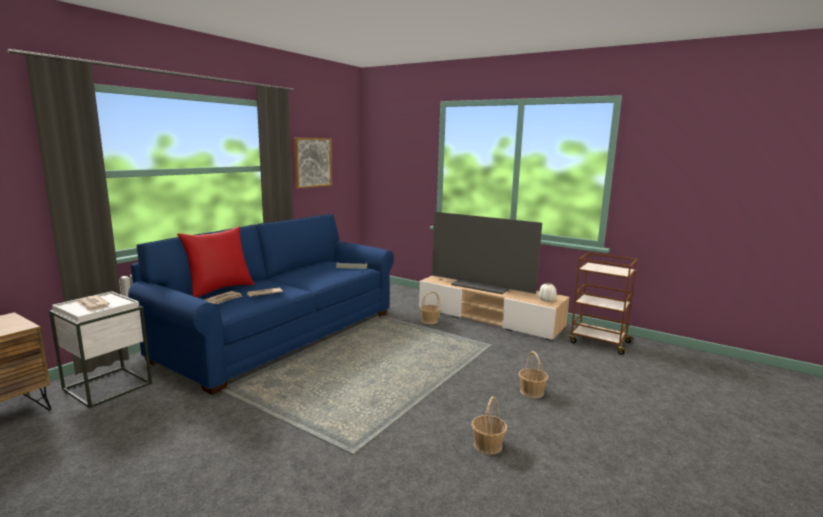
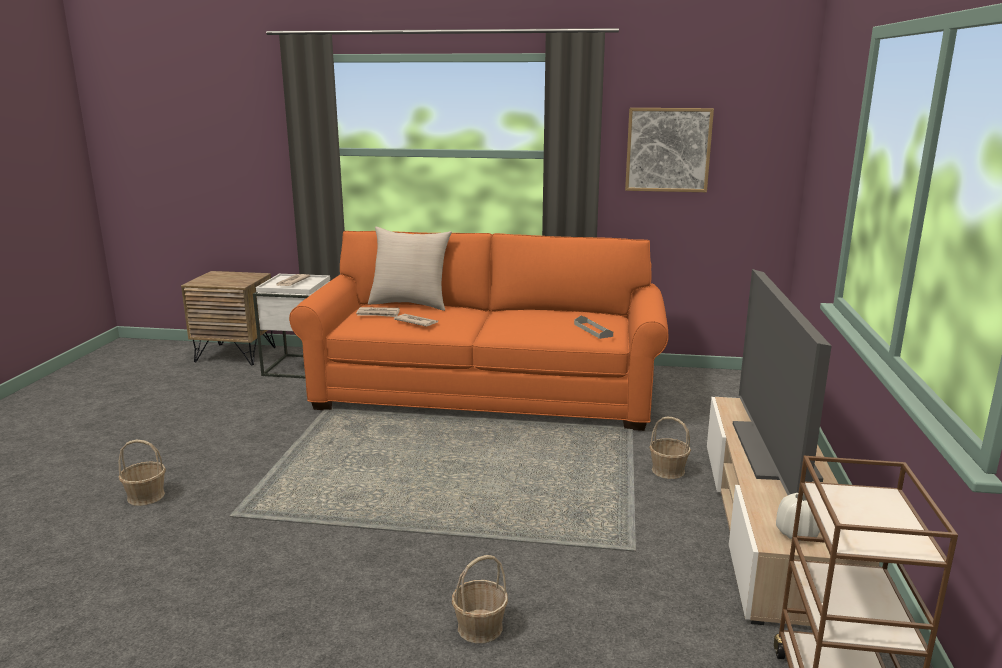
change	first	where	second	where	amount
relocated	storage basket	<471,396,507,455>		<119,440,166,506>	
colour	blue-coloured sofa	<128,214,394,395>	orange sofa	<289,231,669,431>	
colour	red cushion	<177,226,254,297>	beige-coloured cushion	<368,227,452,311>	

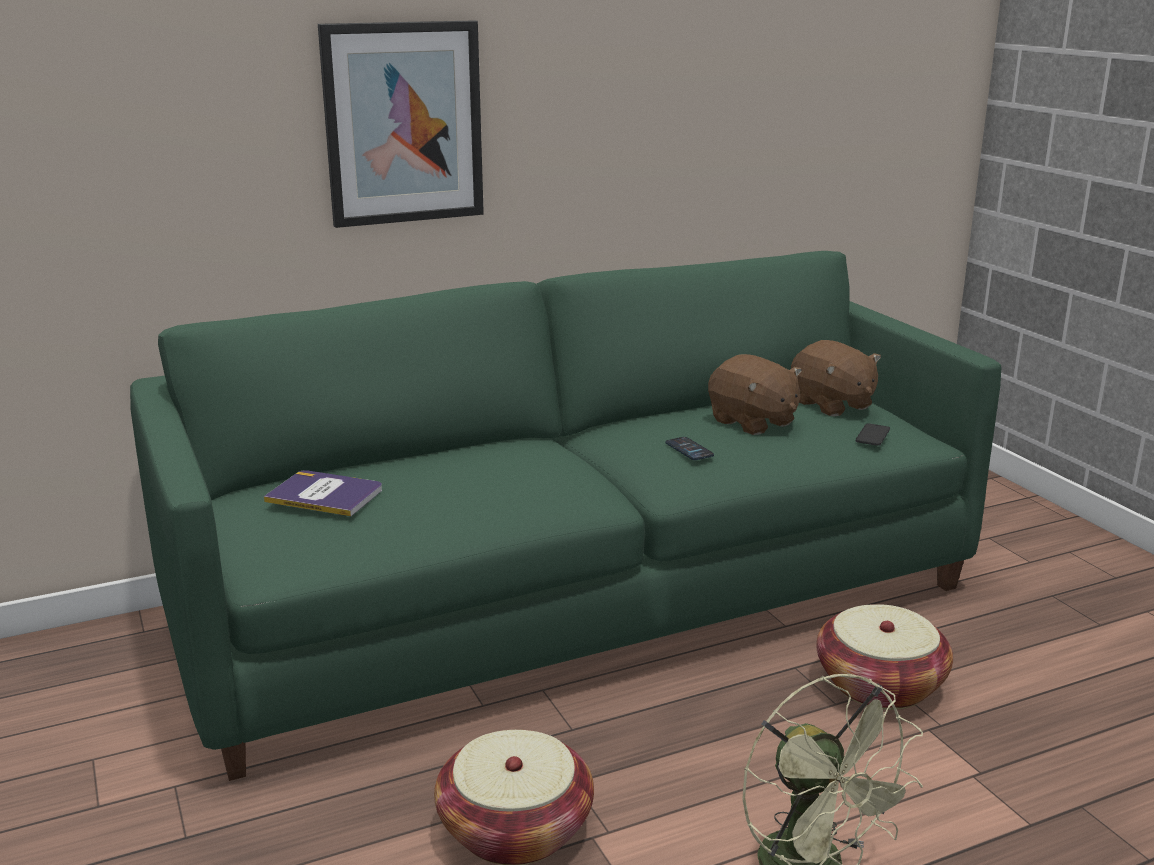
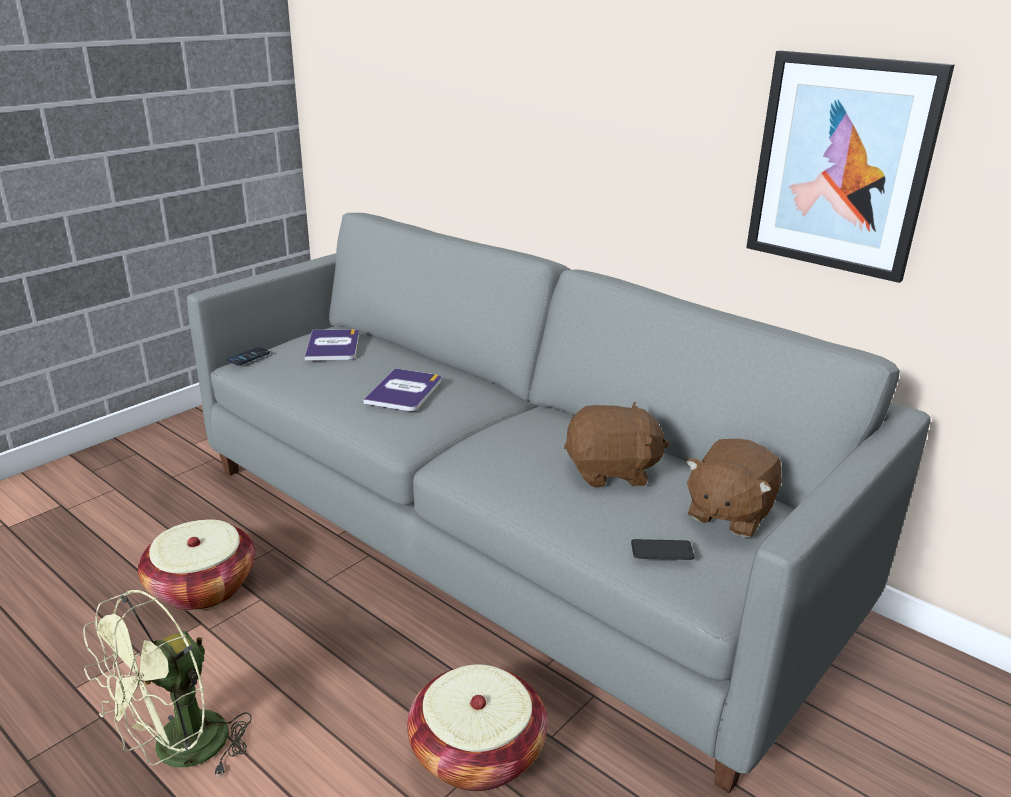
change	first	where	second	where	amount
appeared			volume	<363,368,441,411>	
relocated	wall picture	<318,20,484,228>		<746,51,955,283>	
relocated	telephone	<666,437,714,460>		<227,347,270,365>	
colour	green-coloured sofa	<130,251,1001,781>	grey sofa	<187,213,931,794>	
spun	brown cuddly toy	<708,354,802,435>		<564,401,669,487>	120 degrees counterclockwise

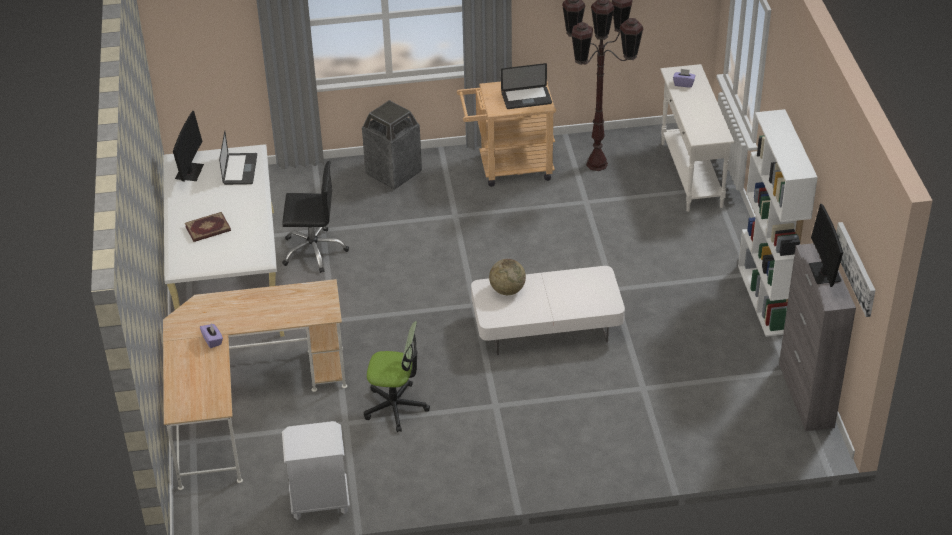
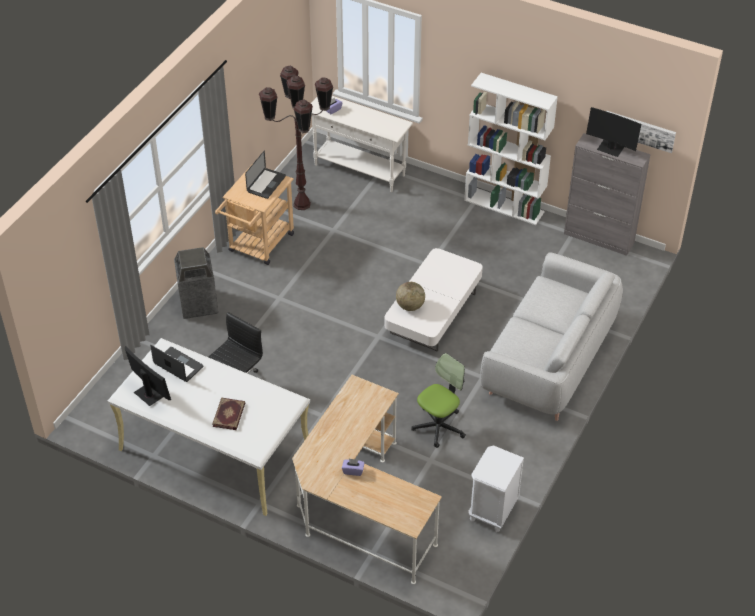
change	first	where	second	where	amount
appeared			grey sofa	<480,252,623,421>	

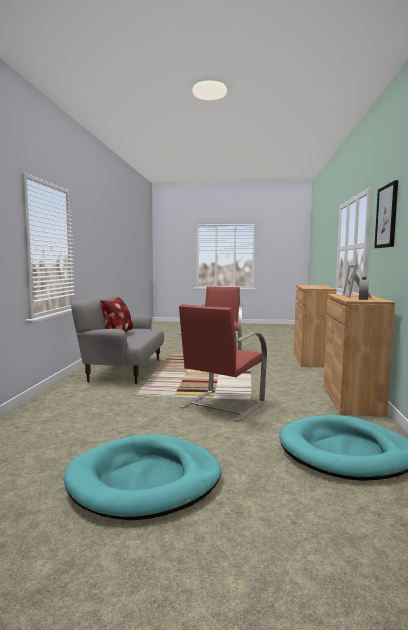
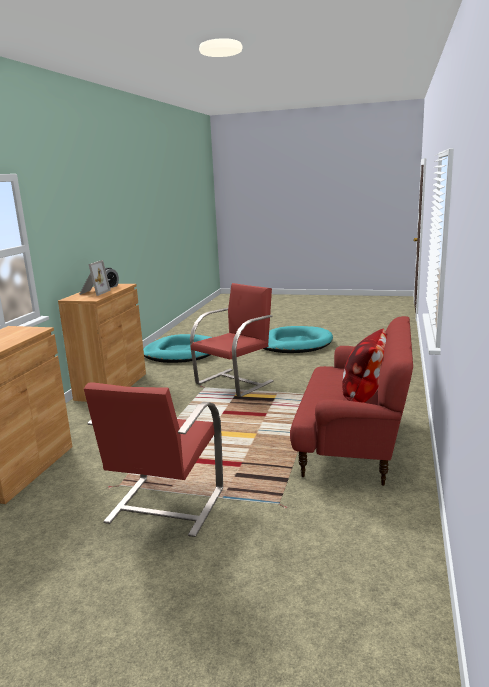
change	first	where	second	where	amount
missing	wall picture	<374,180,398,248>			
colour	grey sofa	<71,294,164,384>	red sofa	<290,316,413,486>	

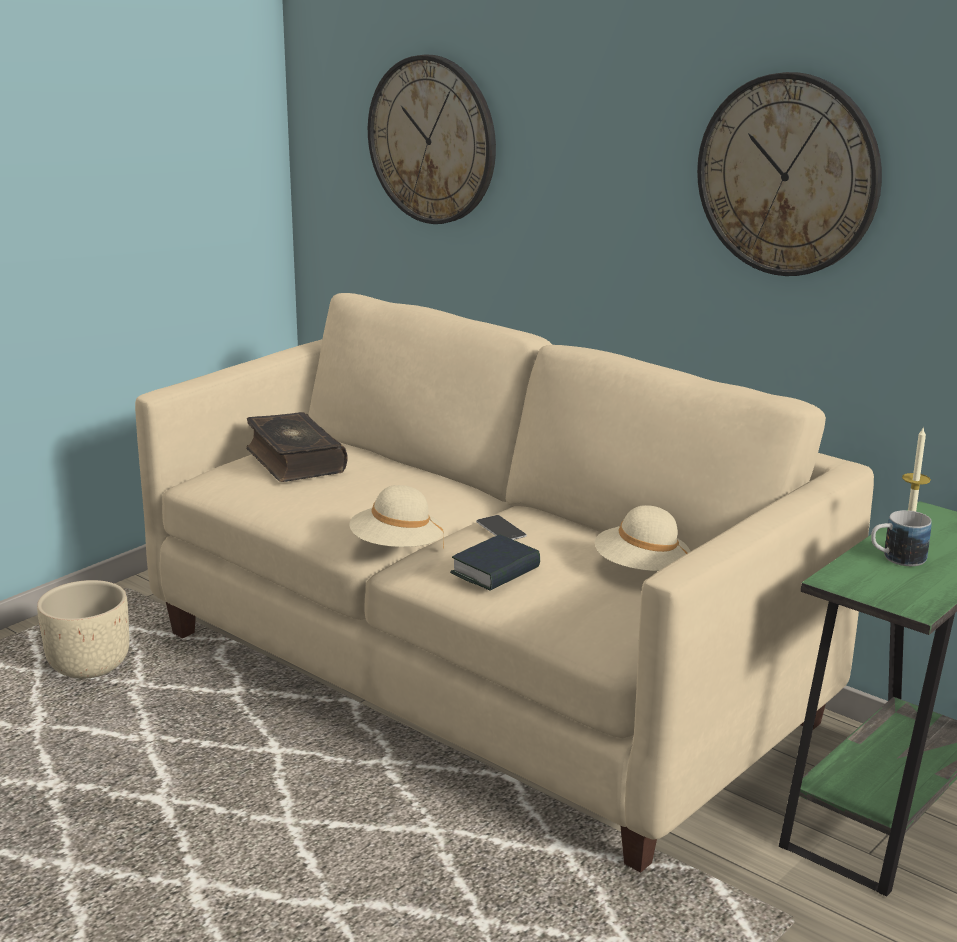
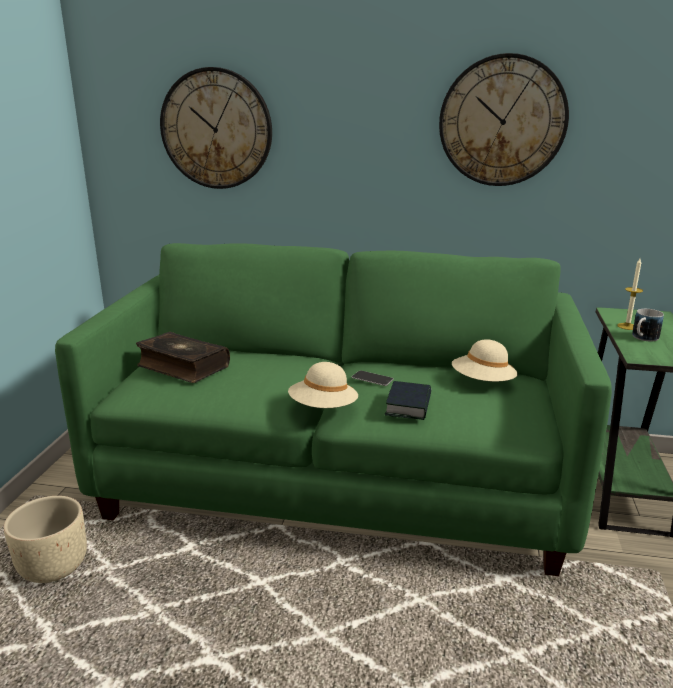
change	first	where	second	where	amount
colour	beige-coloured sofa	<135,293,874,872>	green-coloured sofa	<55,243,612,576>	

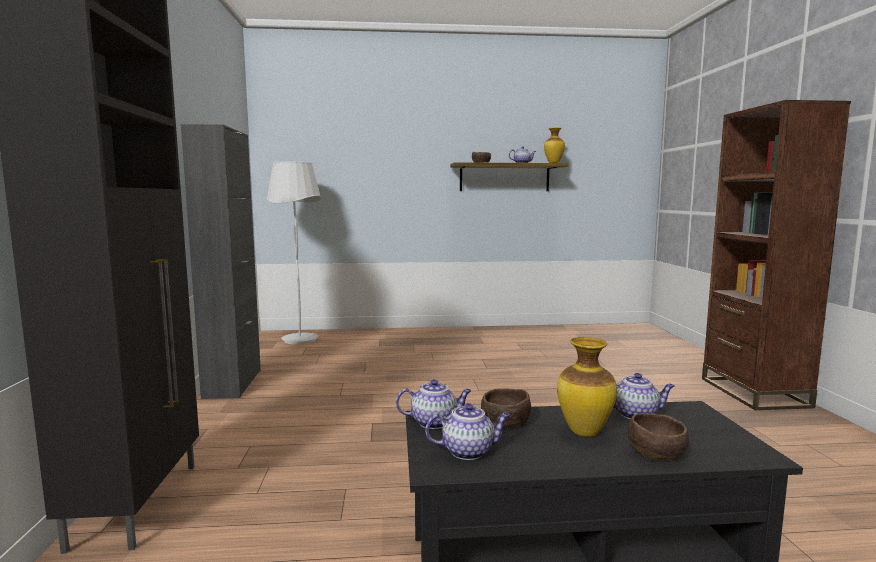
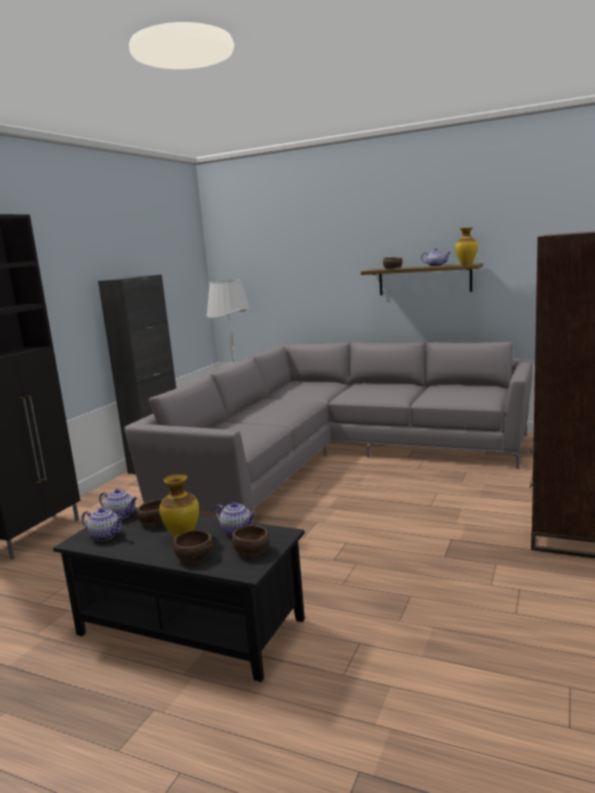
change	first	where	second	where	amount
appeared			grey sofa	<124,342,533,514>	
appeared			brown deep dish	<232,525,269,558>	

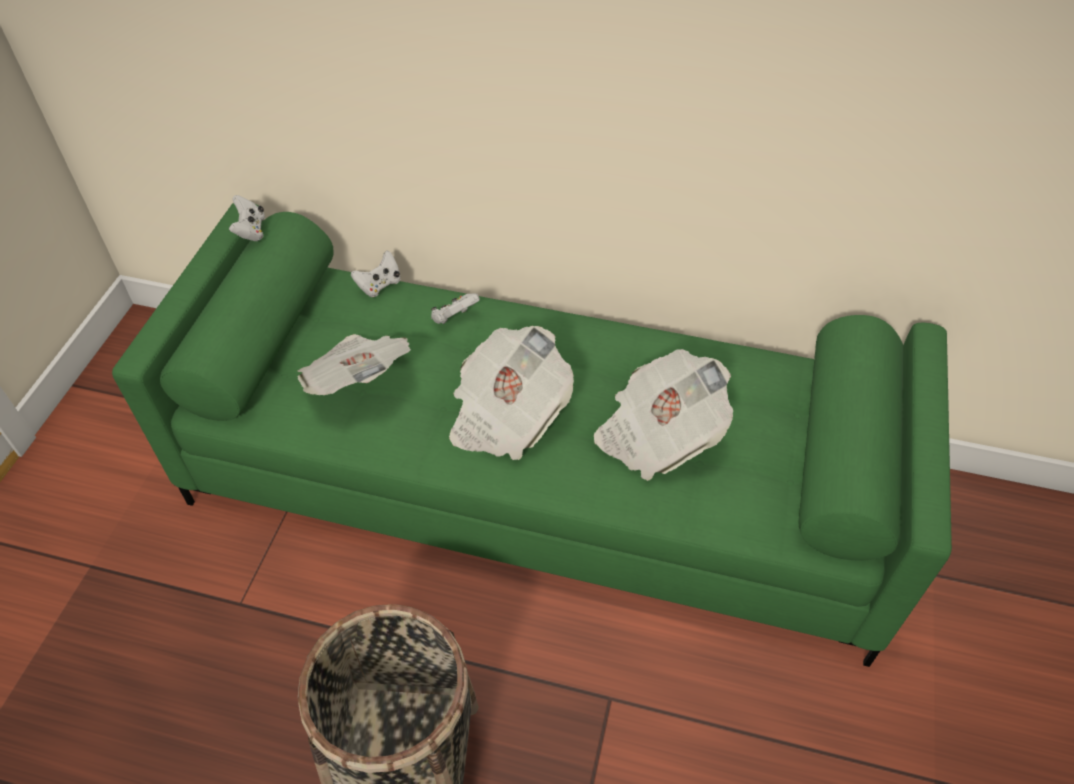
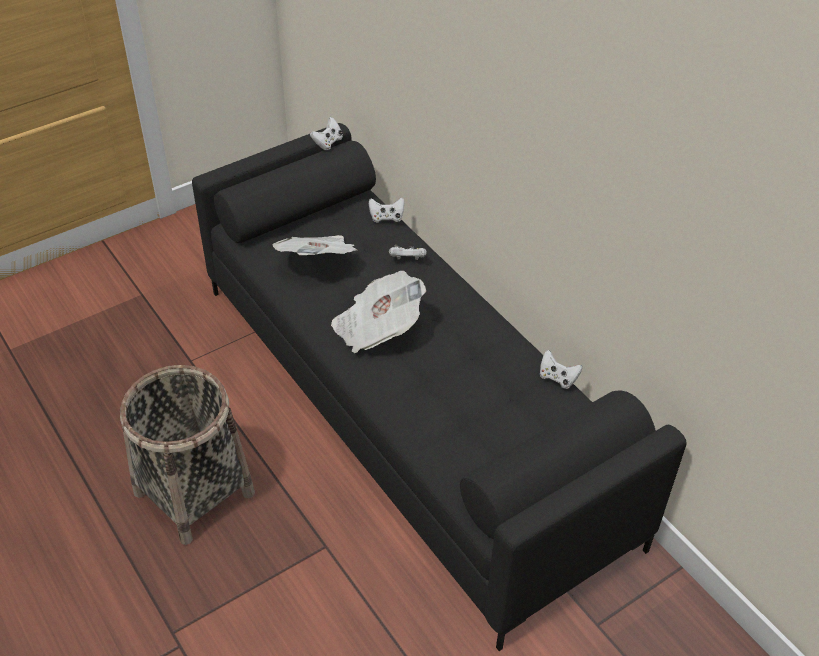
change	first	where	second	where	amount
missing	daily paper	<594,349,734,481>			
appeared			whitish gamepad	<540,350,583,389>	
colour	green-coloured sofa	<112,203,952,667>	black sofa	<192,123,686,651>	

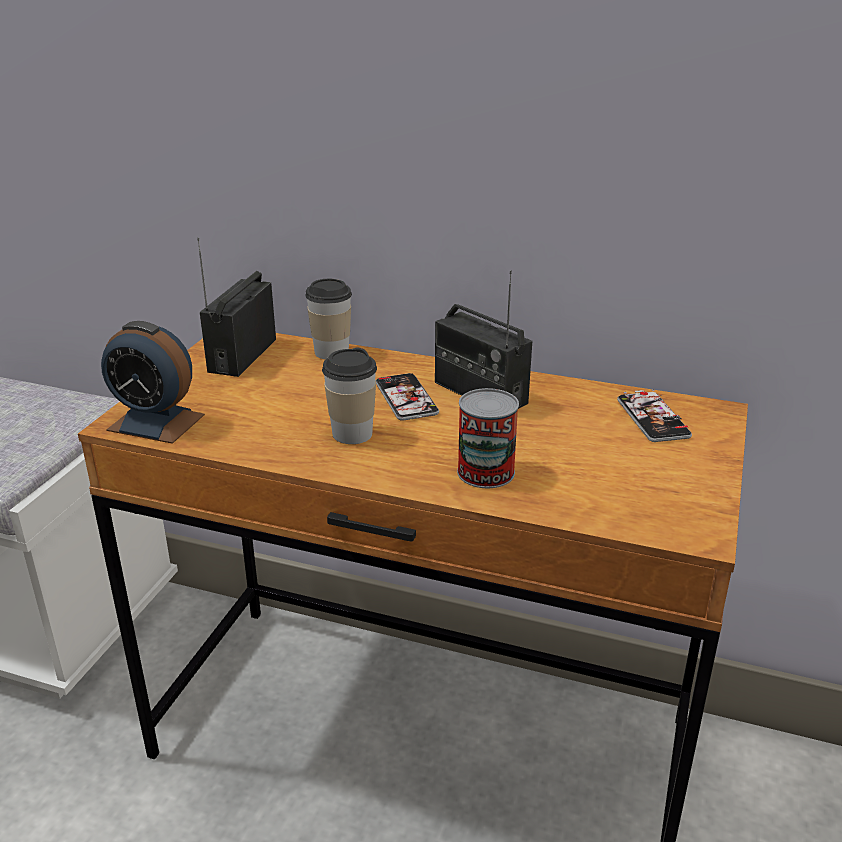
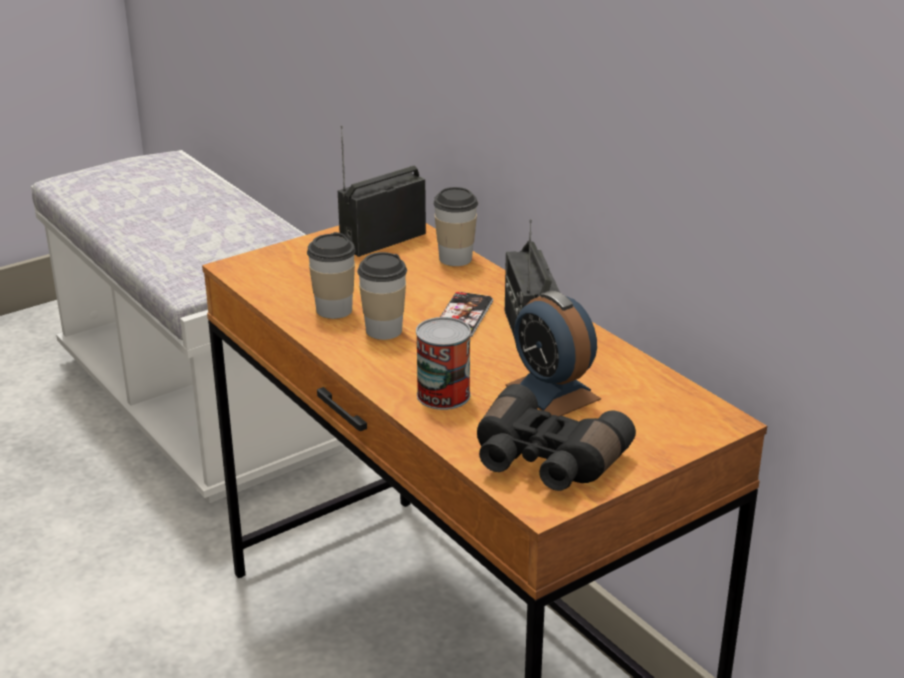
change	first	where	second	where	amount
missing	telephone	<617,389,692,442>			
appeared			small cup	<307,232,355,319>	
appeared			black binoculars	<477,384,636,491>	
relocated	table clock	<101,321,205,444>		<505,290,601,416>	

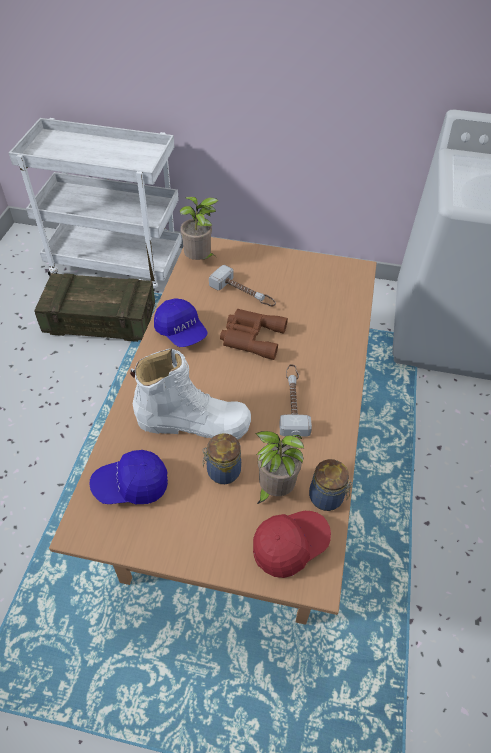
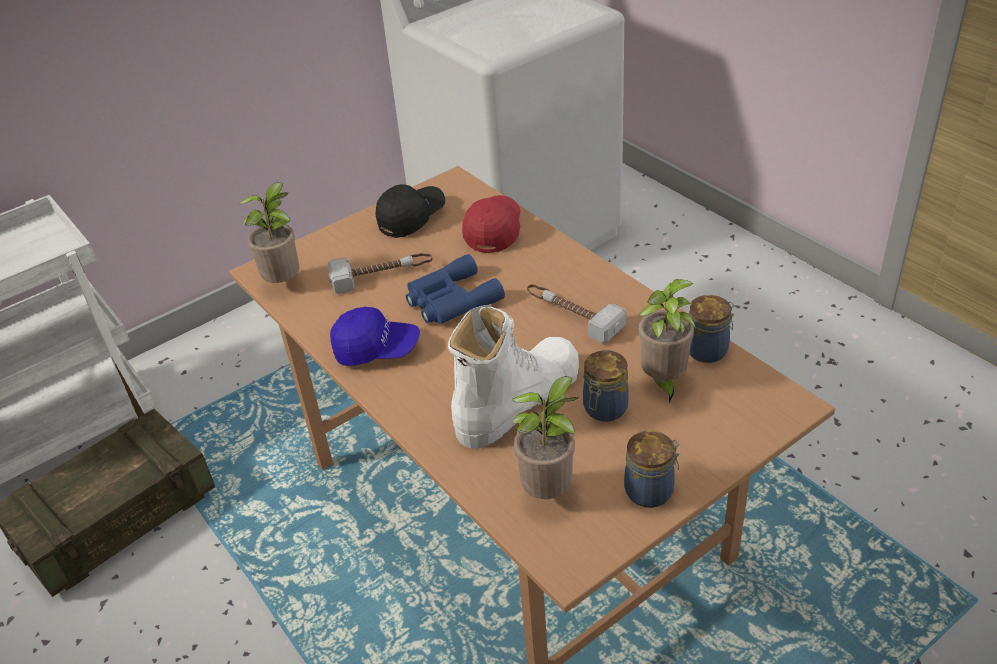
change	first	where	second	where	amount
appeared			black peaked cap	<376,184,445,238>	
appeared			storage jar	<624,431,679,508>	
relocated	red peaked cap	<253,511,331,578>		<462,195,520,253>	
exchanged	blue-coloured peaked cap	<89,450,168,504>	potted plant	<512,376,579,499>	
colour	brown binoculars	<220,309,288,360>	blue-coloured binoculars	<406,254,505,324>	

